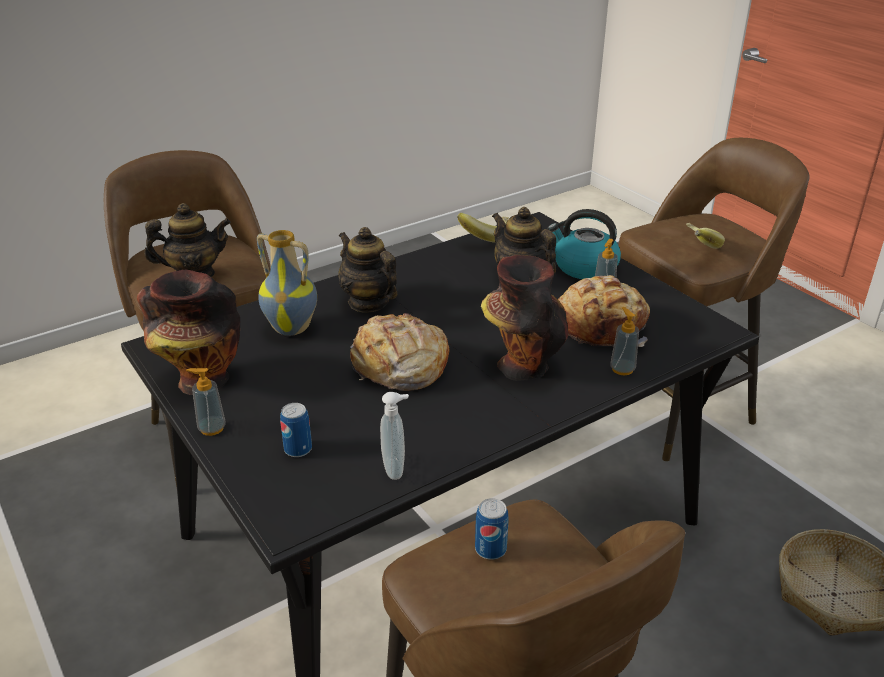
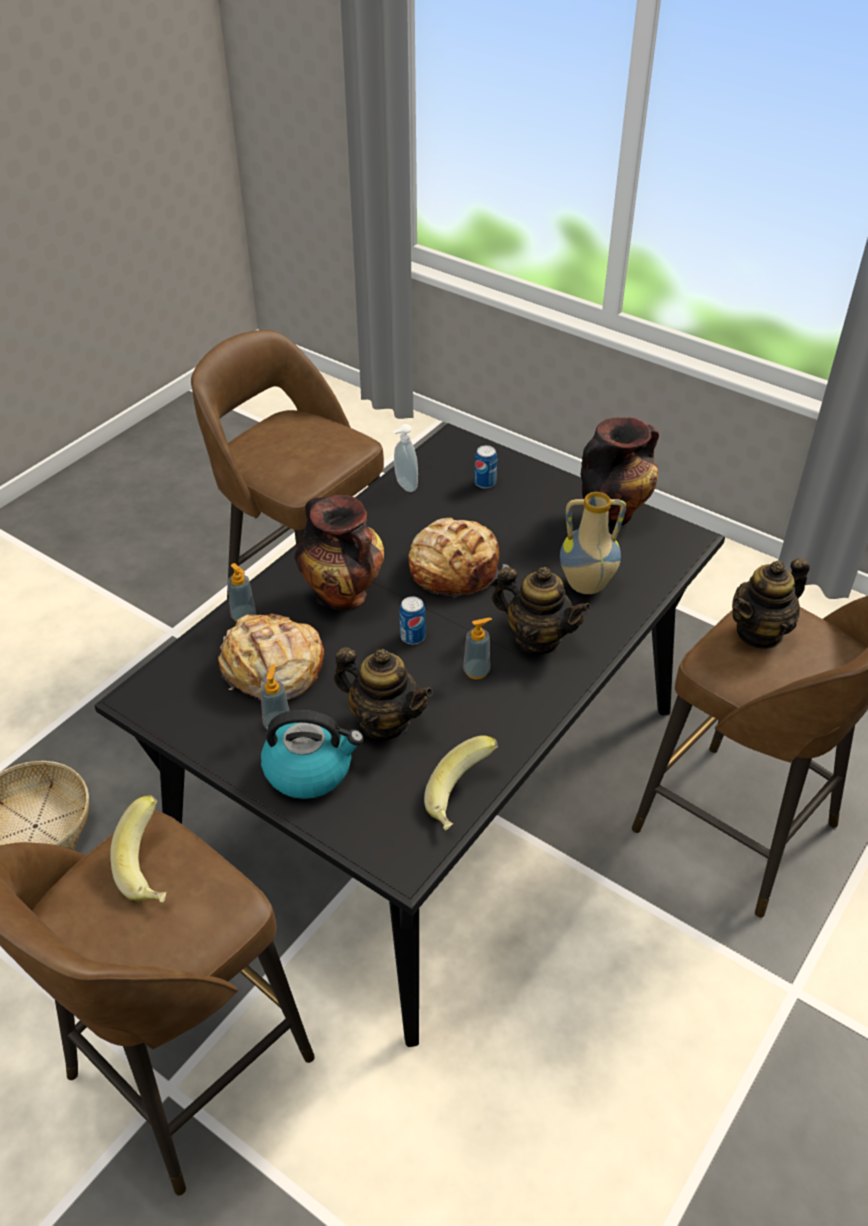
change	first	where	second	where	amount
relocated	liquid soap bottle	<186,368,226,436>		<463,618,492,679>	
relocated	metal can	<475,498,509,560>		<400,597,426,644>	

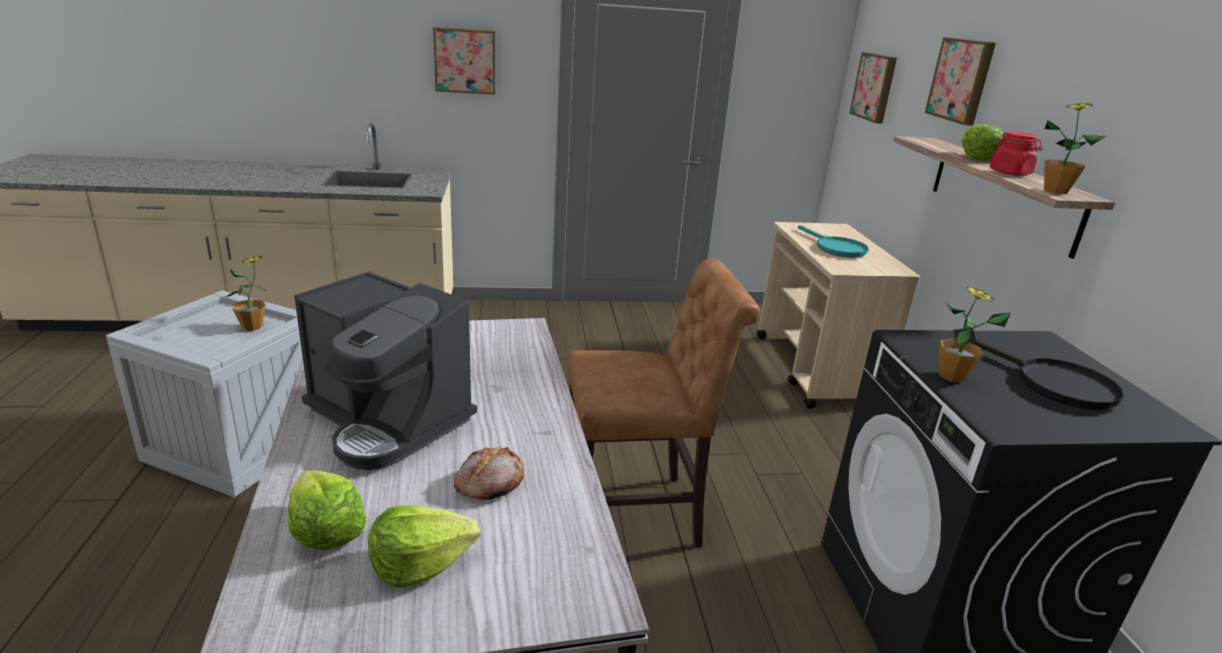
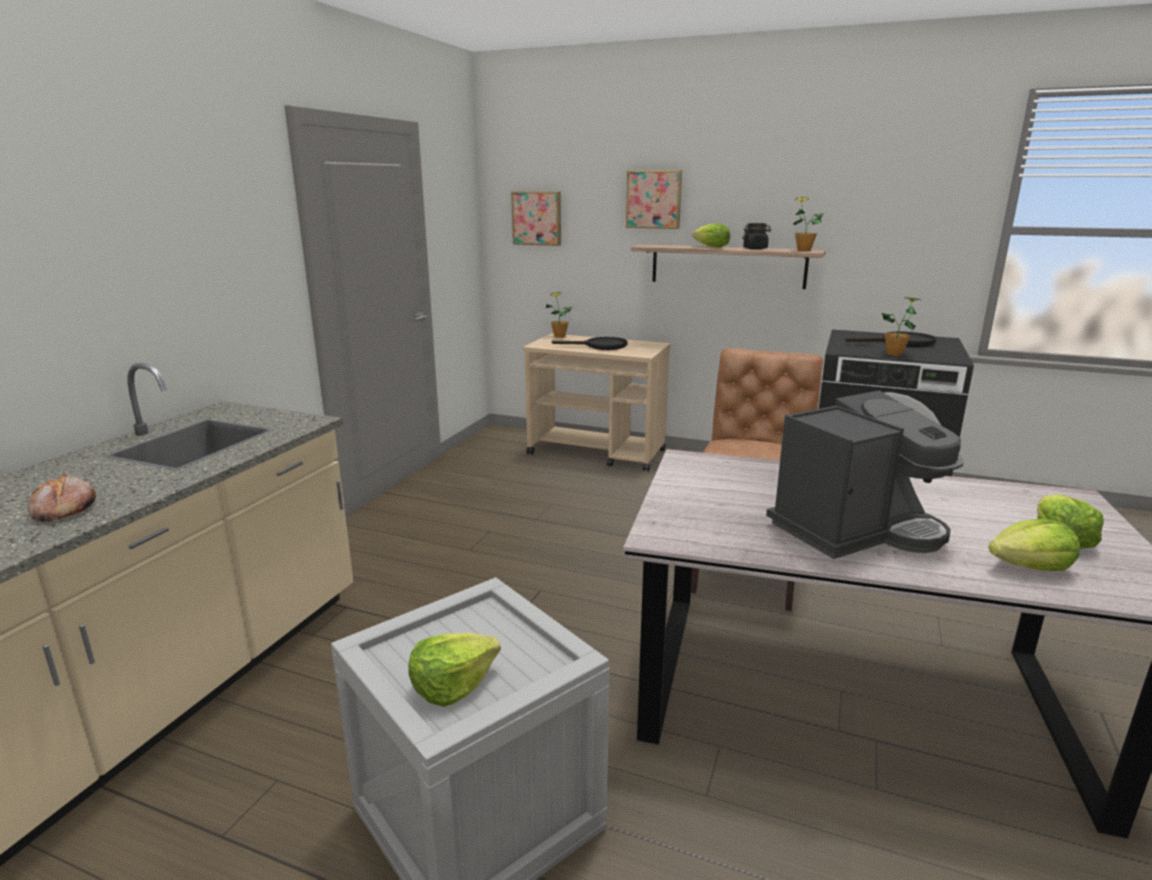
change	first	where	second	where	amount
missing	wall picture	<433,27,495,95>			
appeared			lettuce head	<409,632,501,707>	
relocated	potted plant	<225,256,267,331>		<546,292,573,338>	
relocated	bakery bread	<454,447,524,500>		<28,474,96,522>	
colour	turquoise frying pan	<798,225,868,258>	black frying pan	<552,337,628,350>	
colour	red storage jar	<990,132,1042,175>	black storage jar	<742,223,771,250>	

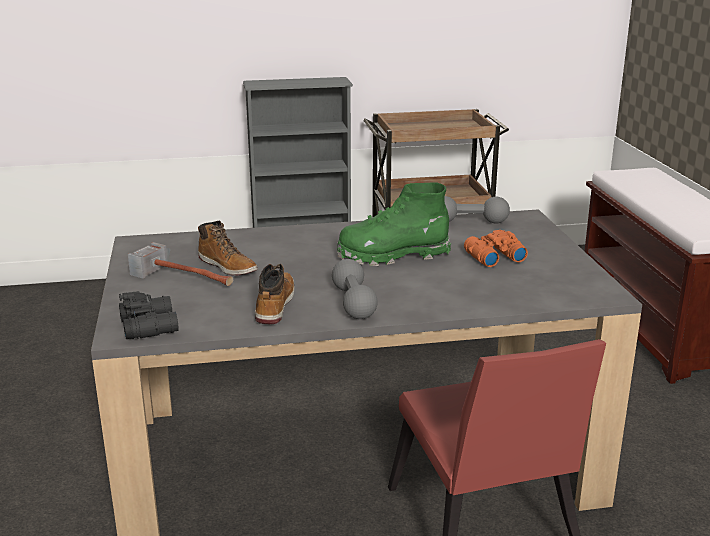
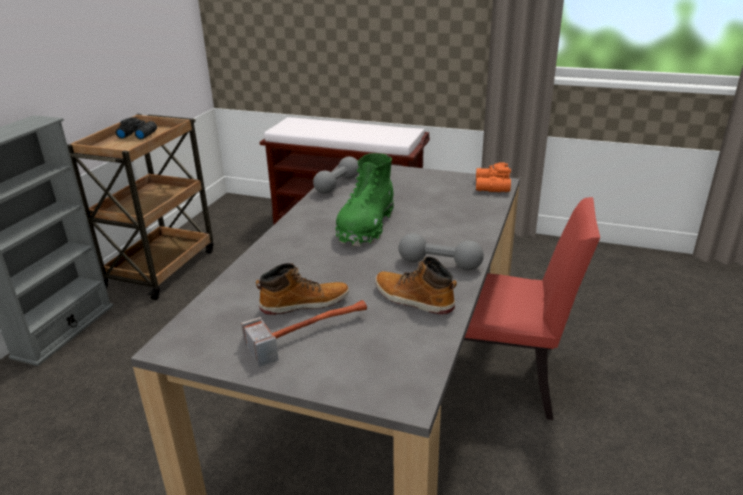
change	first	where	second	where	amount
relocated	black binoculars	<119,291,179,339>		<116,117,157,140>	
relocated	orange binoculars	<464,230,528,267>		<476,162,511,192>	

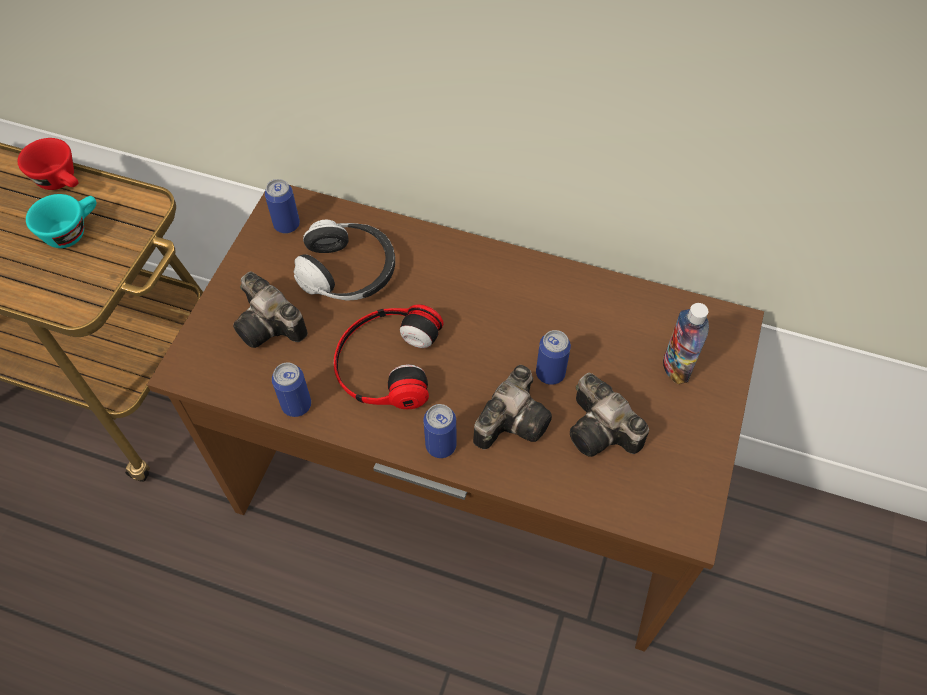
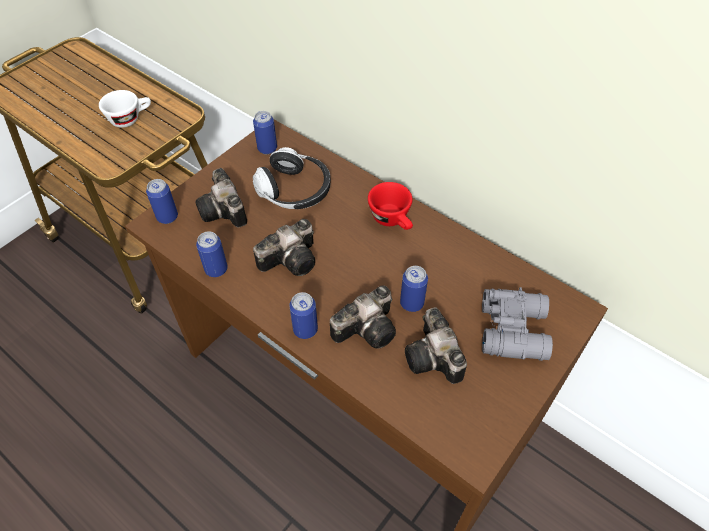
change	first	where	second	where	amount
appeared			metal can	<146,179,178,224>	
relocated	red small cup	<18,138,79,190>		<368,182,413,230>	
exchanged	headphones	<334,304,443,409>	photo camera	<253,219,315,276>	
exchanged	drink bottle	<663,303,709,384>	grey binoculars	<482,287,553,361>	
colour	turquoise small cup	<26,194,96,248>	whitish small cup	<99,90,151,128>	

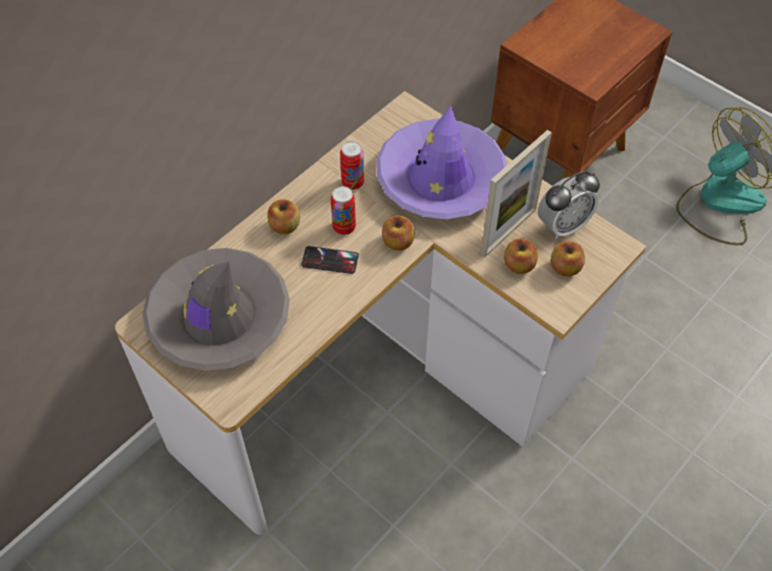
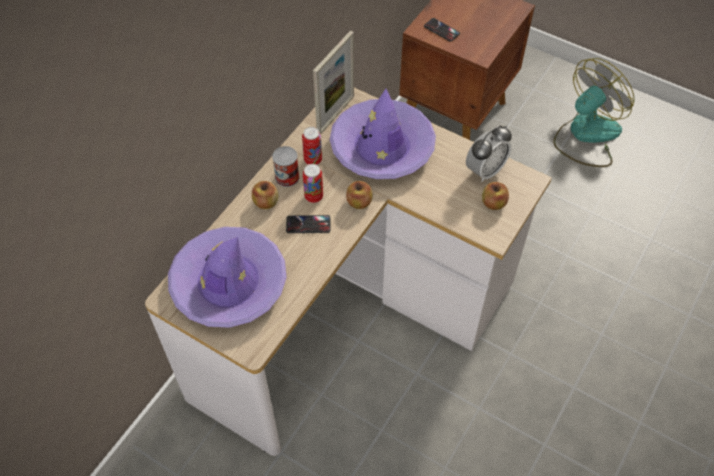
change	first	where	second	where	amount
missing	apple fruit	<504,238,538,274>			
appeared			metal can	<272,146,299,187>	
appeared			telephone	<424,18,460,42>	
relocated	picture frame	<480,130,552,258>		<313,31,354,134>	
colour	grey hat	<143,248,290,371>	purple hat	<168,227,287,328>	

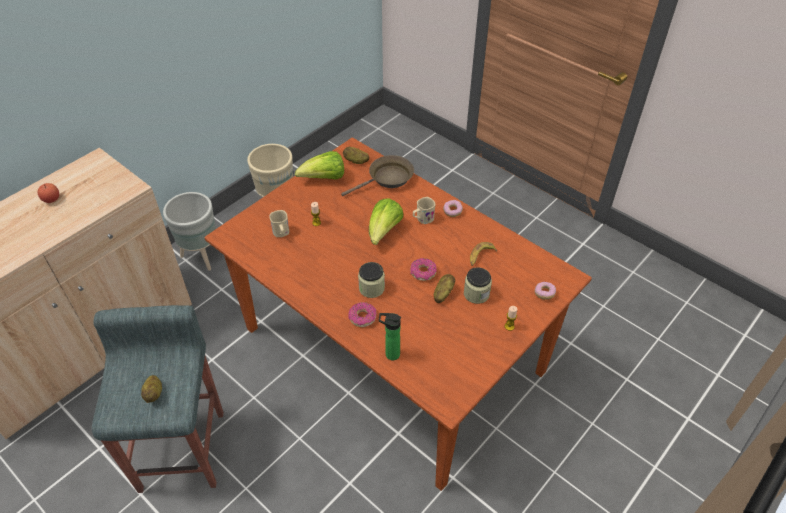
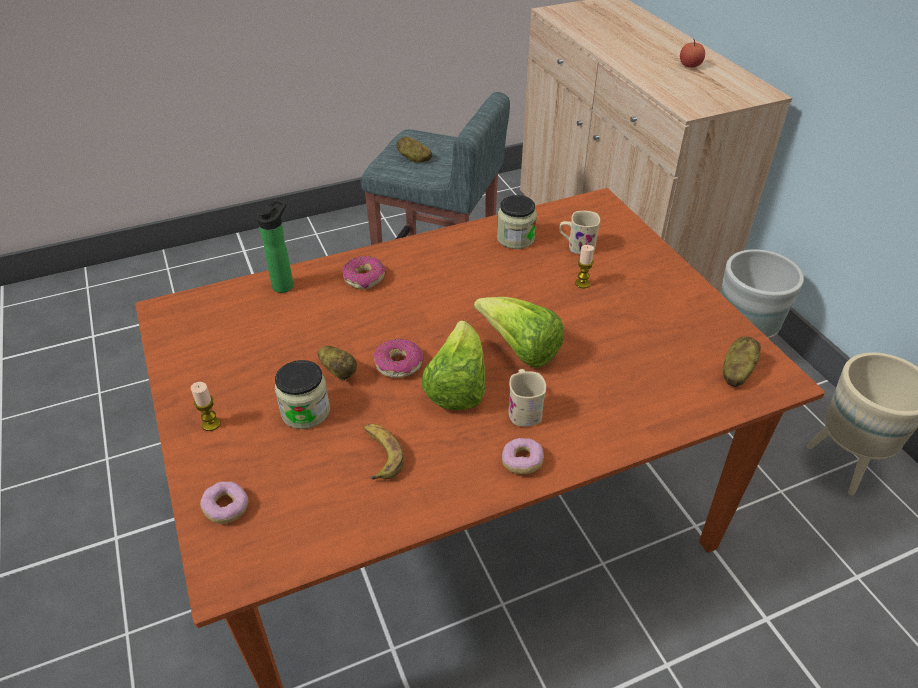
change	first	where	second	where	amount
missing	brown frying pan	<341,155,414,196>			
relocated	lettuce head	<295,151,344,180>		<422,320,485,410>	
relocated	storage jar	<358,262,385,298>		<497,195,537,249>	

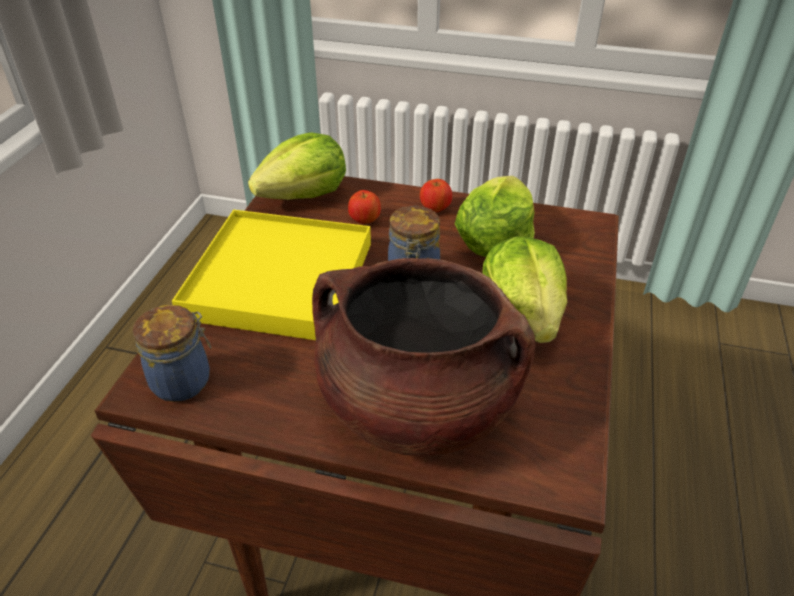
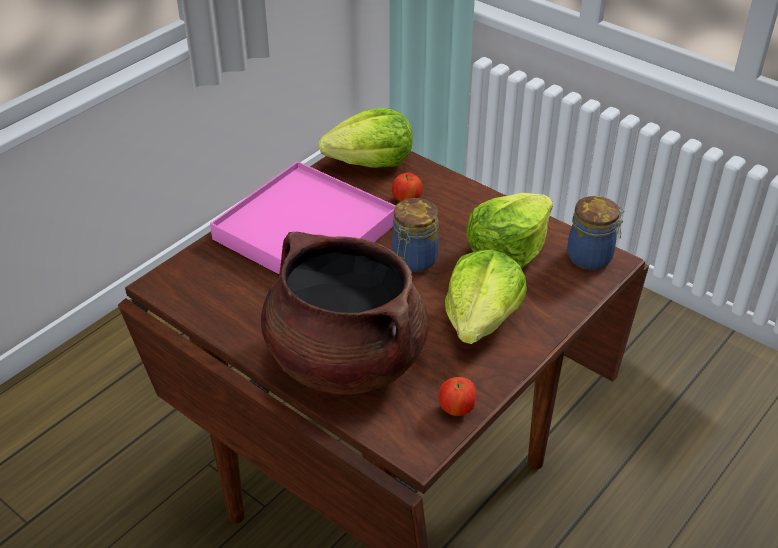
change	first	where	second	where	amount
relocated	storage jar	<133,305,212,402>		<567,196,625,270>	
relocated	apple fruit	<420,179,452,212>		<439,377,476,416>	
colour	yellowish serving tray	<172,210,371,340>	pinkish serving tray	<210,161,396,274>	

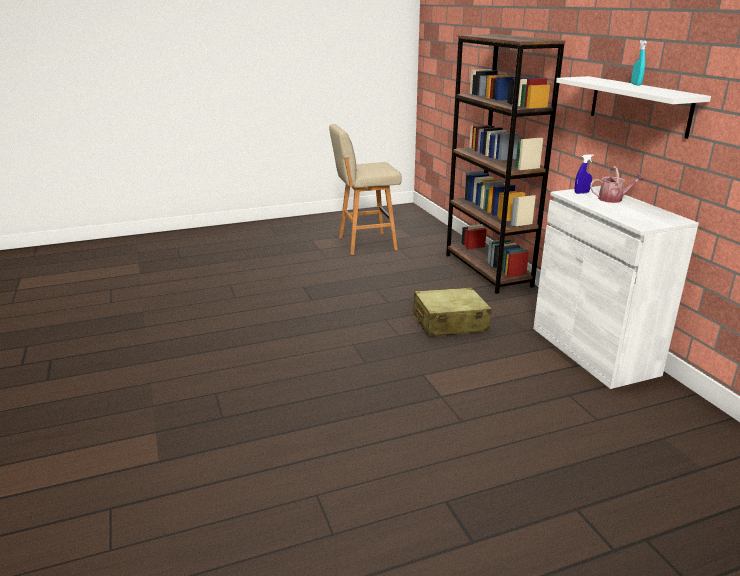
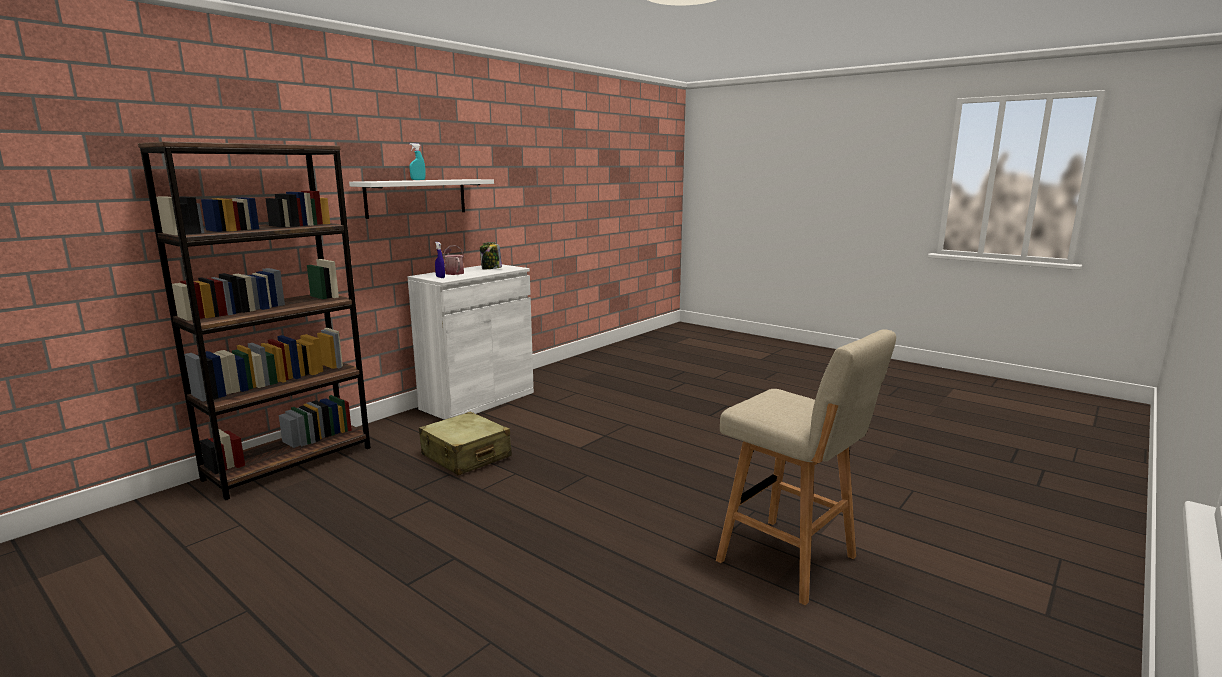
change	first	where	second	where	amount
appeared			storage jar	<480,242,502,269>	
relocated	beige-coloured sitting stool	<329,124,402,255>		<716,329,896,605>	

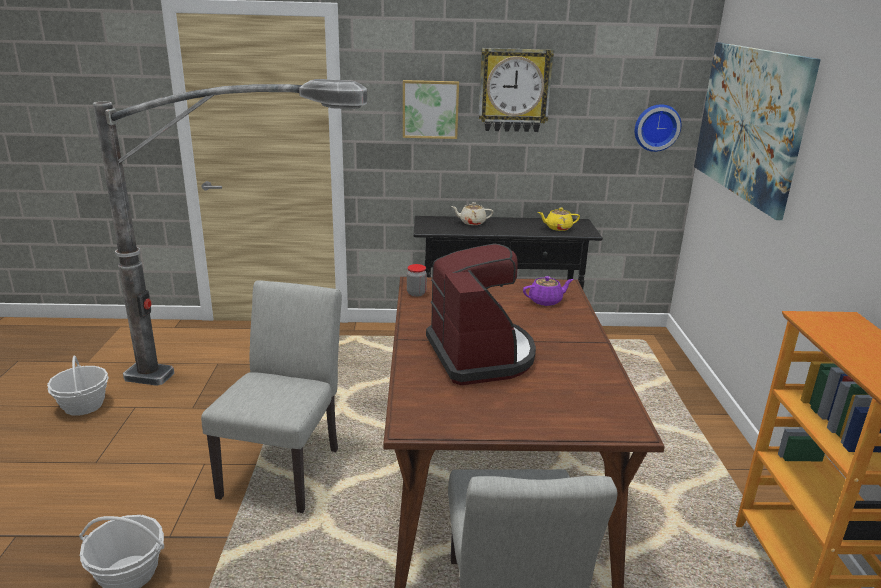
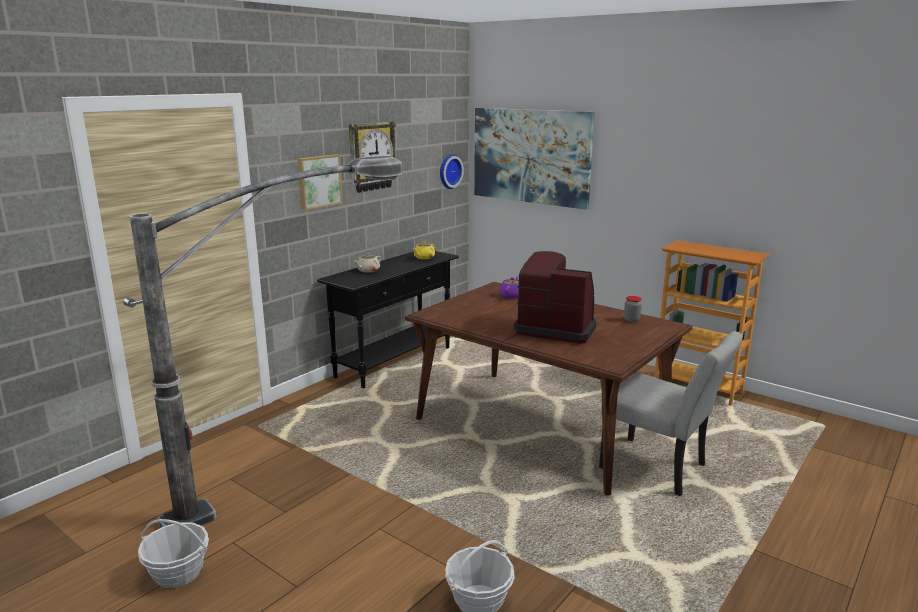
change	first	where	second	where	amount
missing	grey plain chair	<201,280,342,513>			
relocated	storage jar	<407,264,427,297>		<624,296,642,322>	

